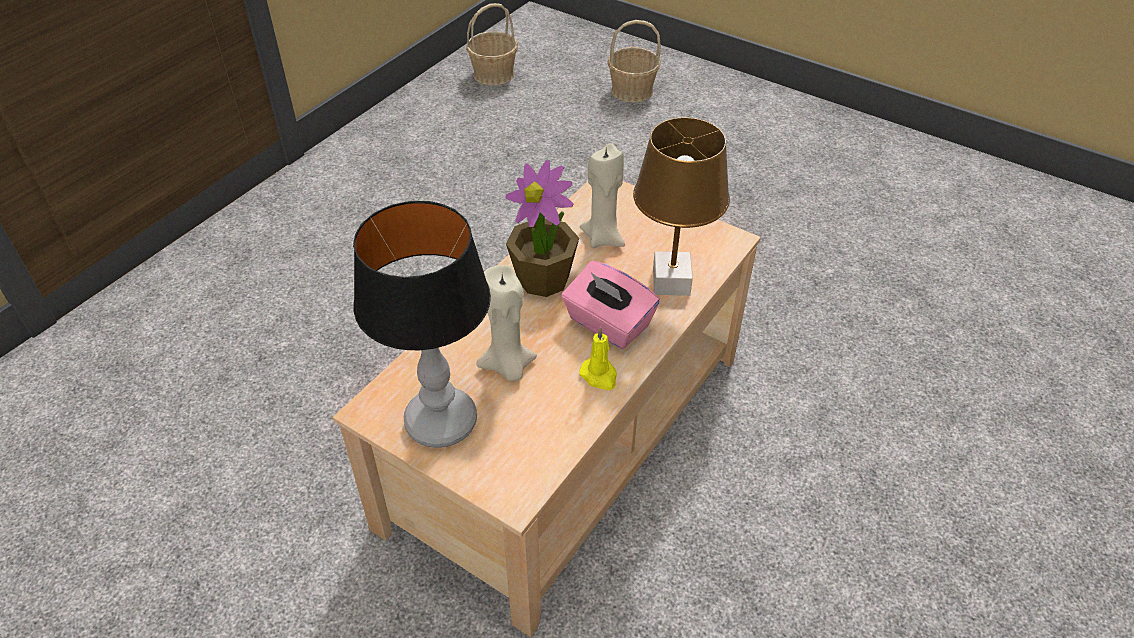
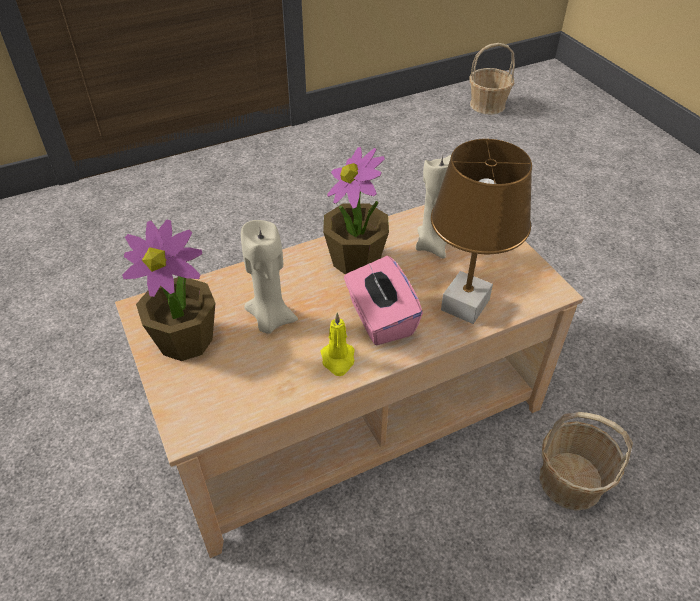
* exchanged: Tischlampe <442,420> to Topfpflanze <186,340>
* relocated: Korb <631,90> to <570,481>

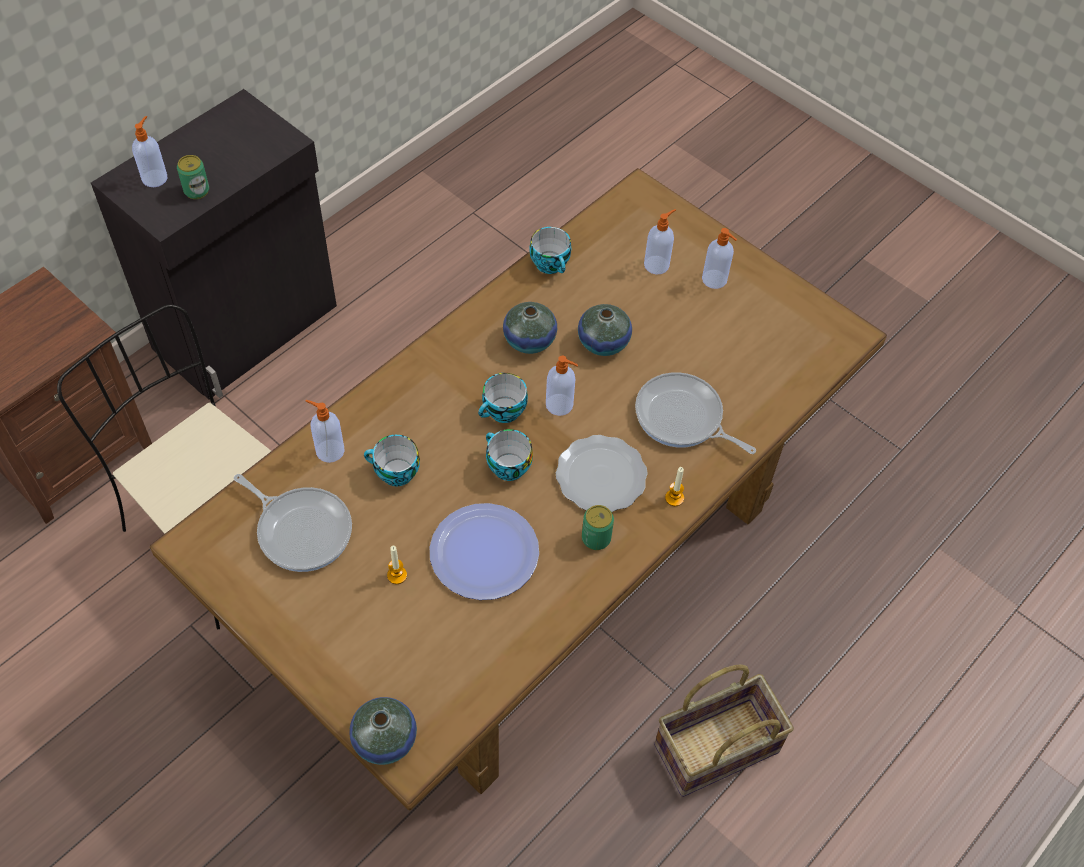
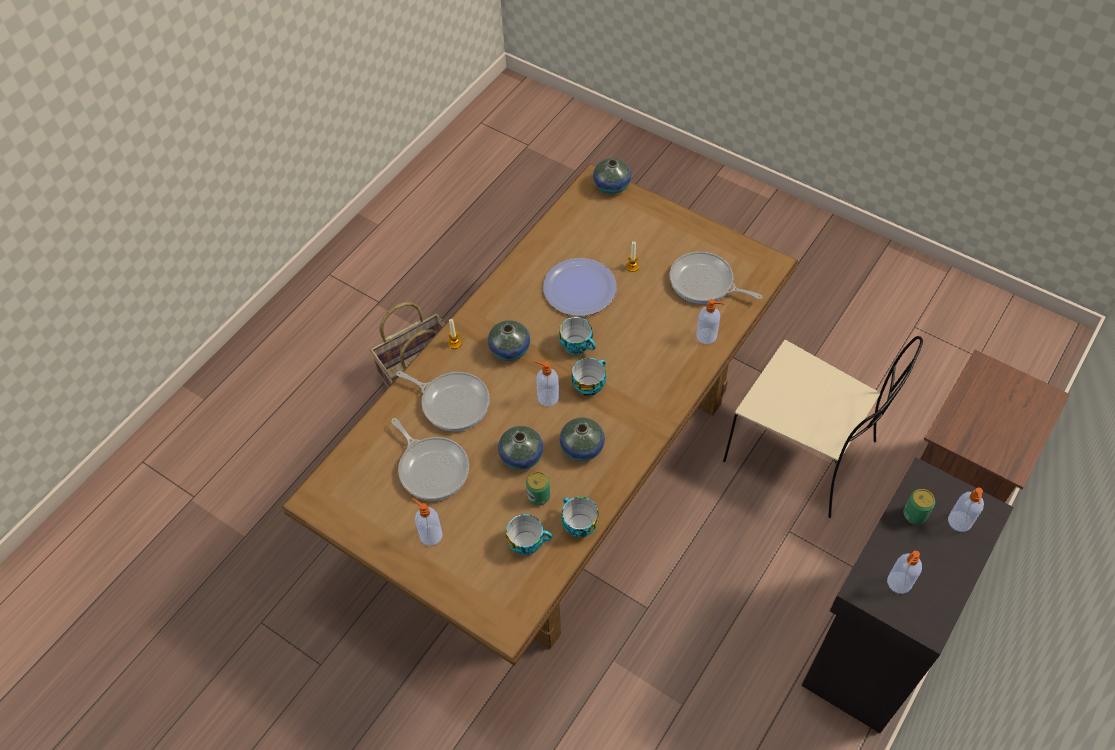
* appeared: Pfanne <432,468>
* exchanged: Teller <599,476> to Vase <510,349>
* relocated: Tasse <394,473> to <528,542>
* relocated: Dose <596,538> to <538,496>
* relocated: Seifenspender <657,264> to <898,583>

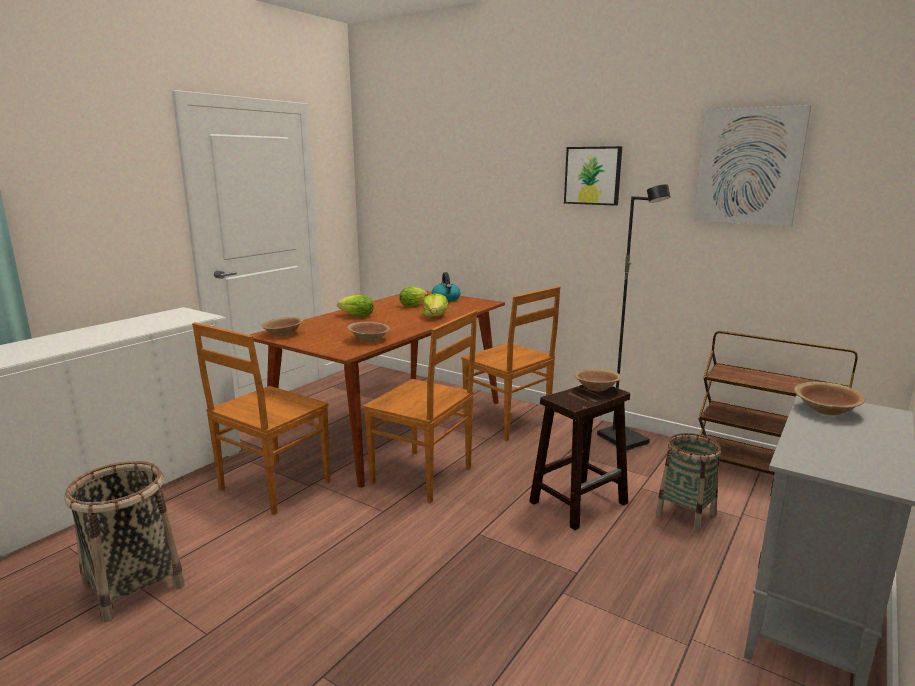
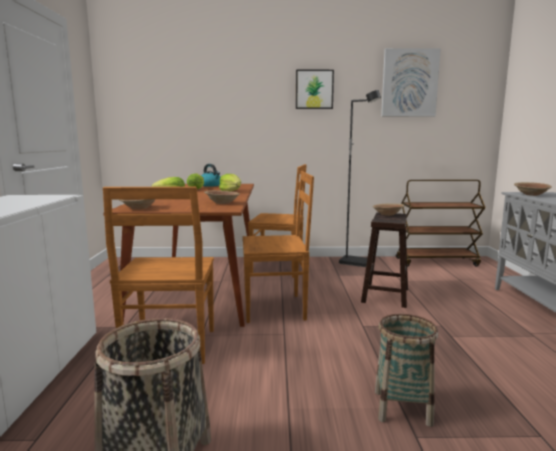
* relocated: Korb <685,514> to <402,408>

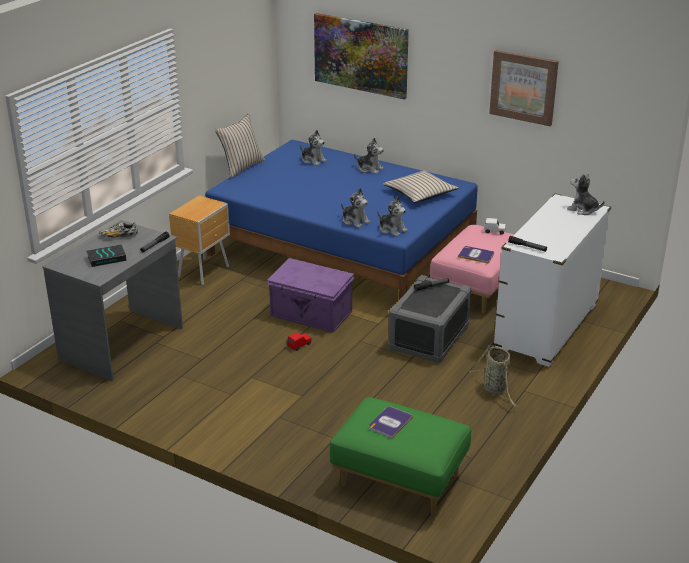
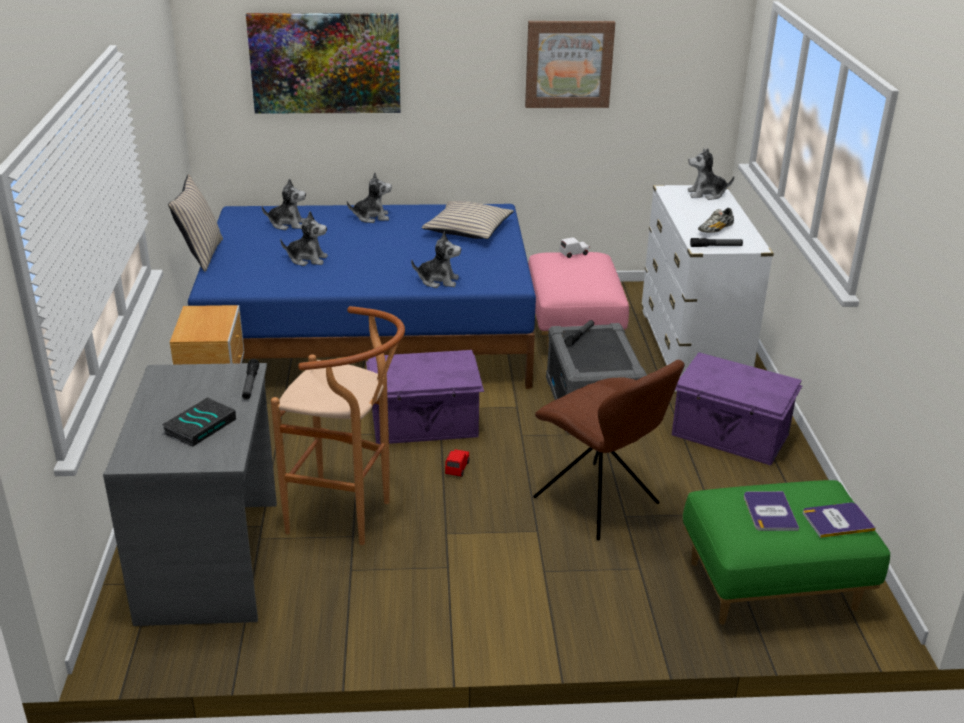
* appeared: Hocker/braun <349,517>
* relocated: Plüschtier <392,230> to <307,259>
* appeared: Stuhl/braun <599,503>
* exchanged: Korb <495,390> to Aufbewahrungsbox/lila <730,435>
* relocated: Schuh <119,236> to <715,230>
* relocated: Buch <476,255> to <837,521>

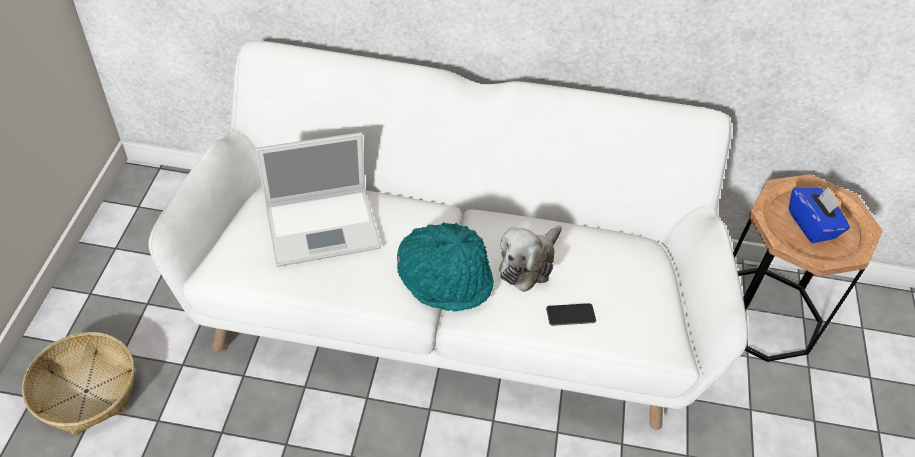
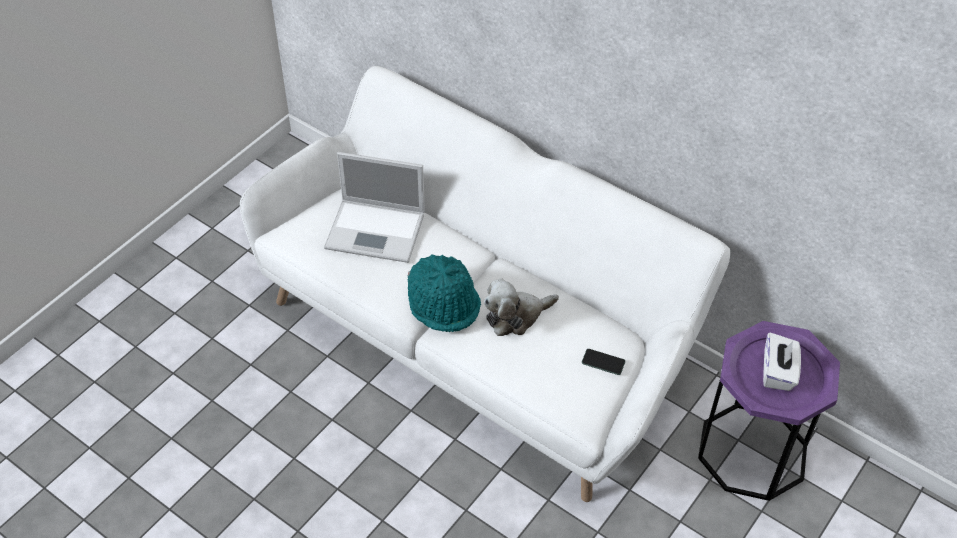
* relocated: Handy <570,315> to <603,362>
* colour: Beistelltisch/braun <763,313> to Beistelltisch/lila <752,451>
* colour: Taschentuchbox/blau <812,225> to Taschentuchbox/weiß <778,372>
* missing: Korb <86,391>

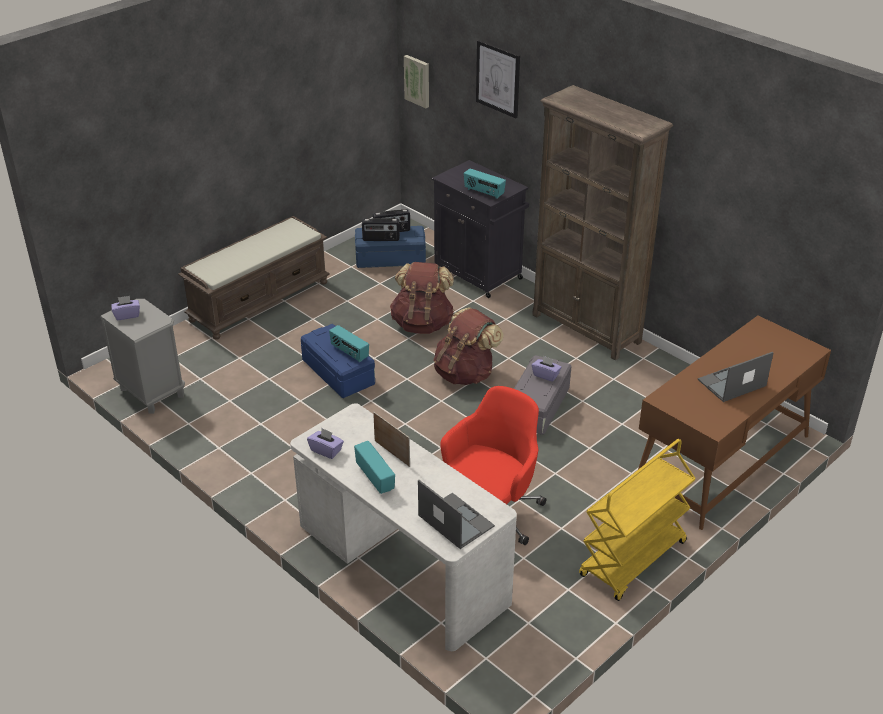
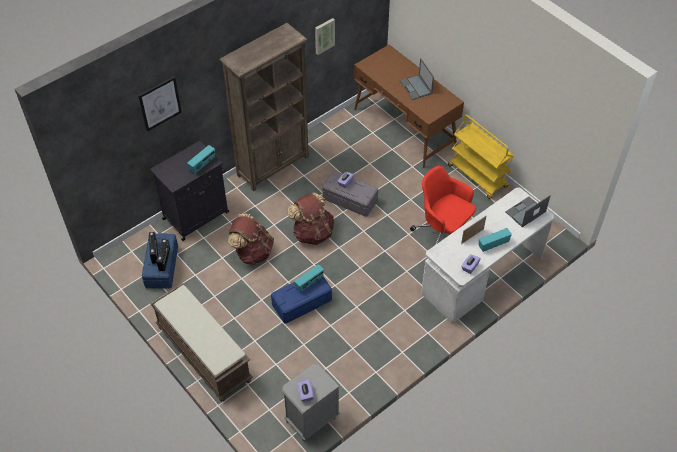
* relocated: Bild <418,81> to <324,35>

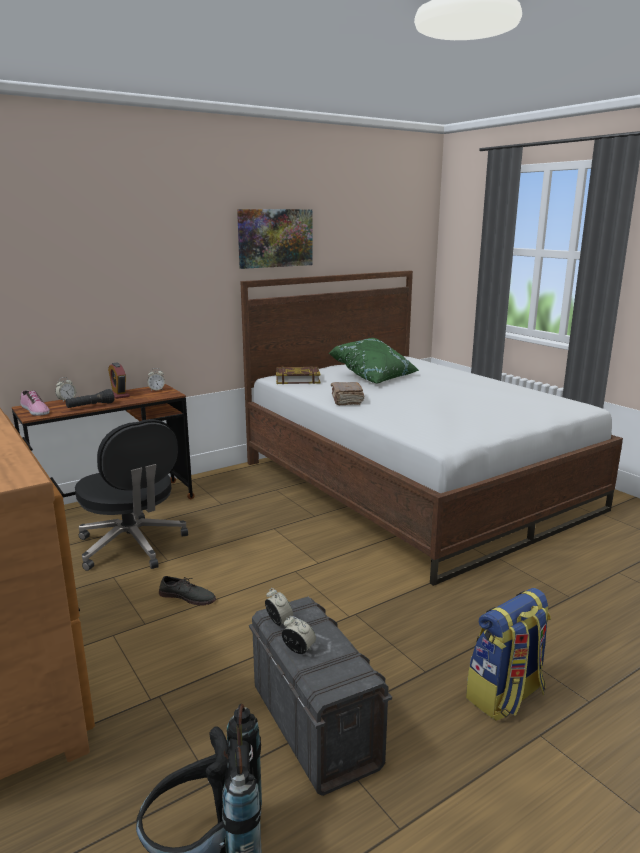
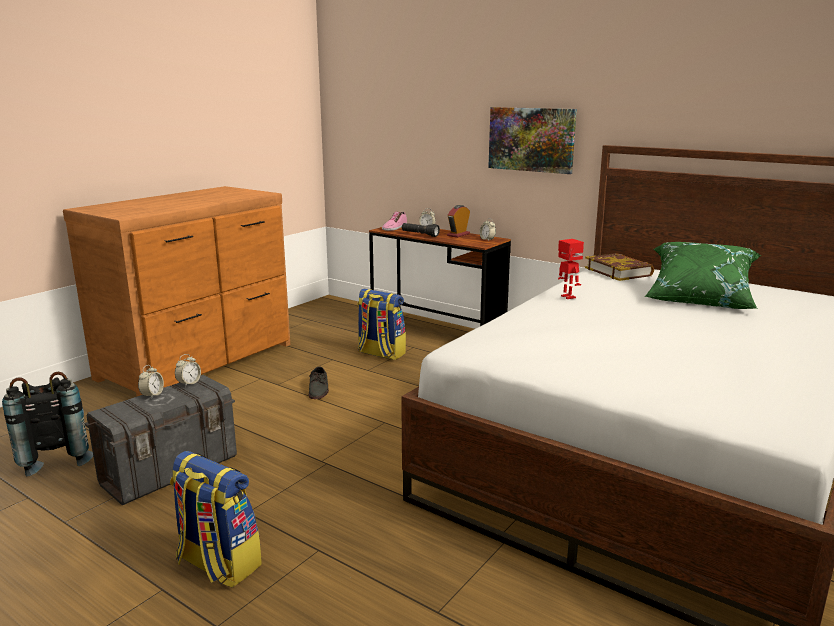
* exchanged: Bürostuhl/schwarz <132,546> to Rucksack <380,353>
* relocated: Bild <275,238> to <531,139>
* exchanged: Buch/braun <346,400> to Spielzeugroboter <567,297>

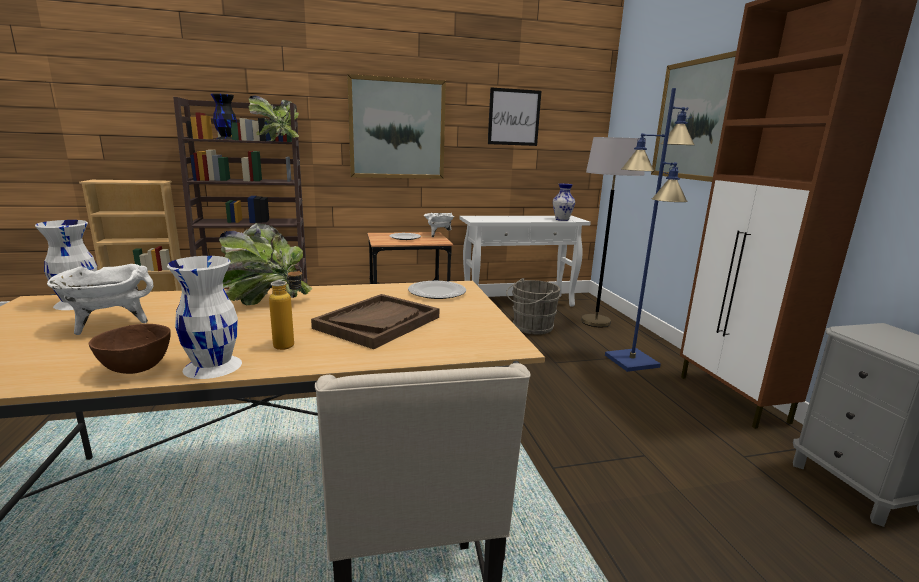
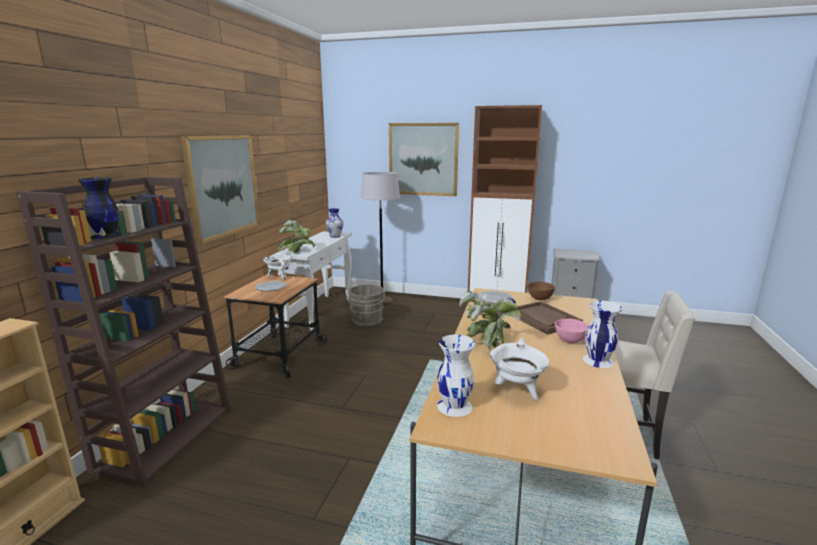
* relocated: Topfpflanze <277,141> to <297,251>
* relocated: Schüssel/braun <136,369> to <540,299>
* exchanged: Flasche <291,343> to Schüssel/rosa <569,341>
* missing: Bild <514,117>
* missing: Stehlampe/blau <632,361>

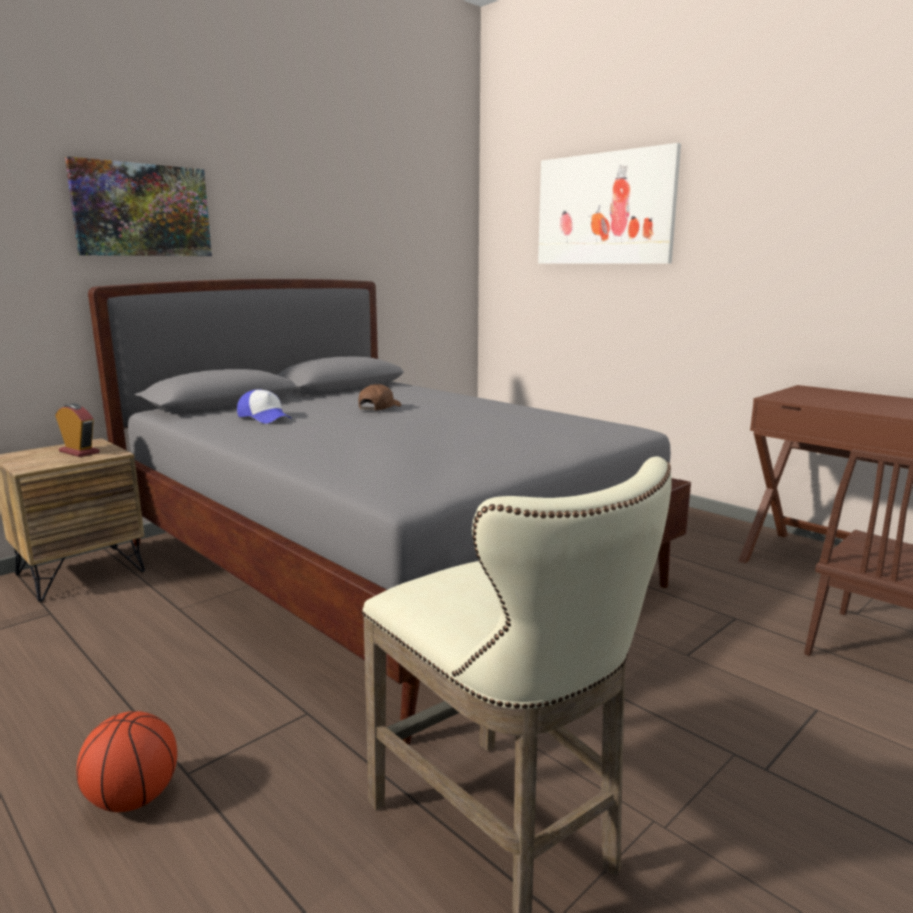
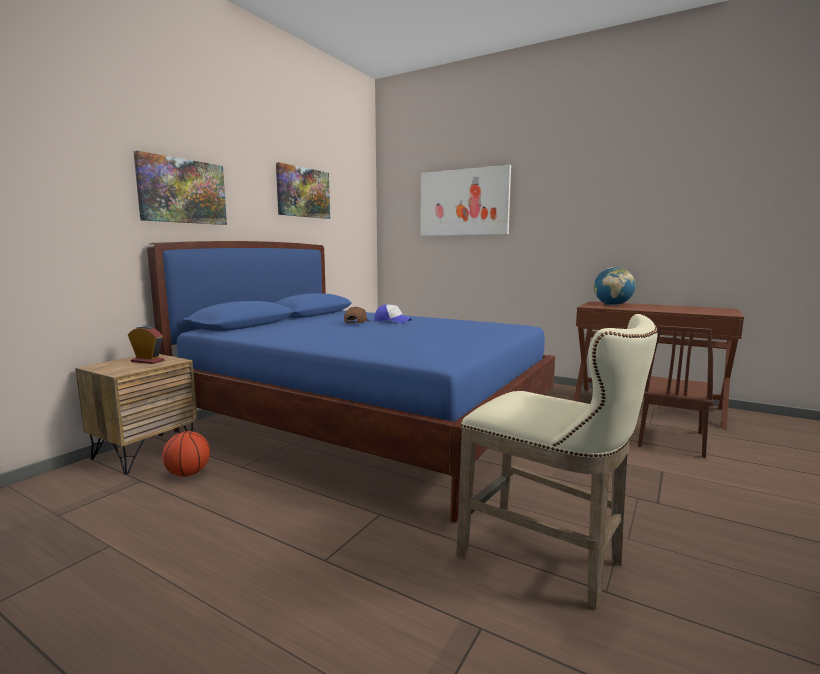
* colour: Bett/grau <383,564> to Bett/blau <365,425>
* relocated: Basketball <134,798> to <188,474>
* appeared: Bild <303,192>
* relocated: Kappe <265,418> to <392,321>
* appeared: Globus <612,305>

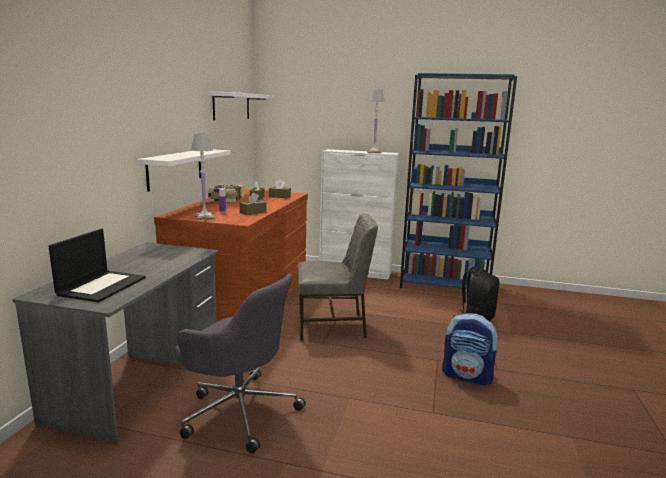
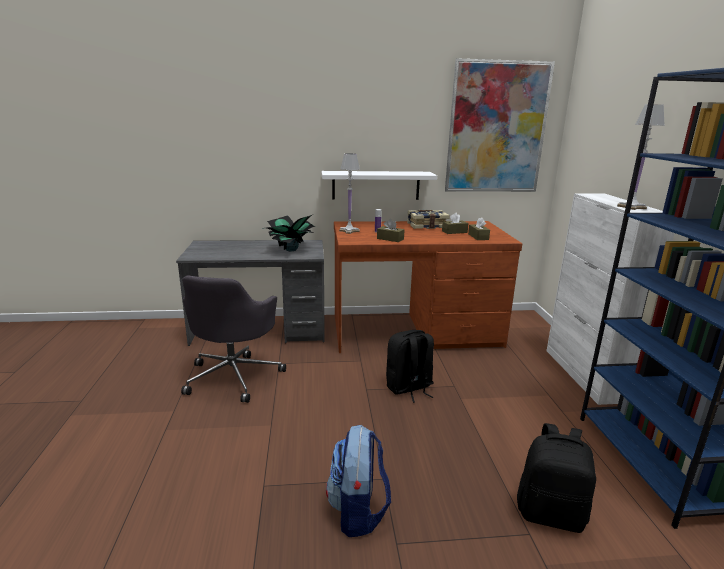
* appeared: Topfpflanze <290,250>
* exchanged: Stuhl/grau <333,326> to Rucksack/schwarz <409,388>
* exchanged: Wandregal/weiß <231,106> to Bild <497,128>
* missing: Laptop <102,286>

